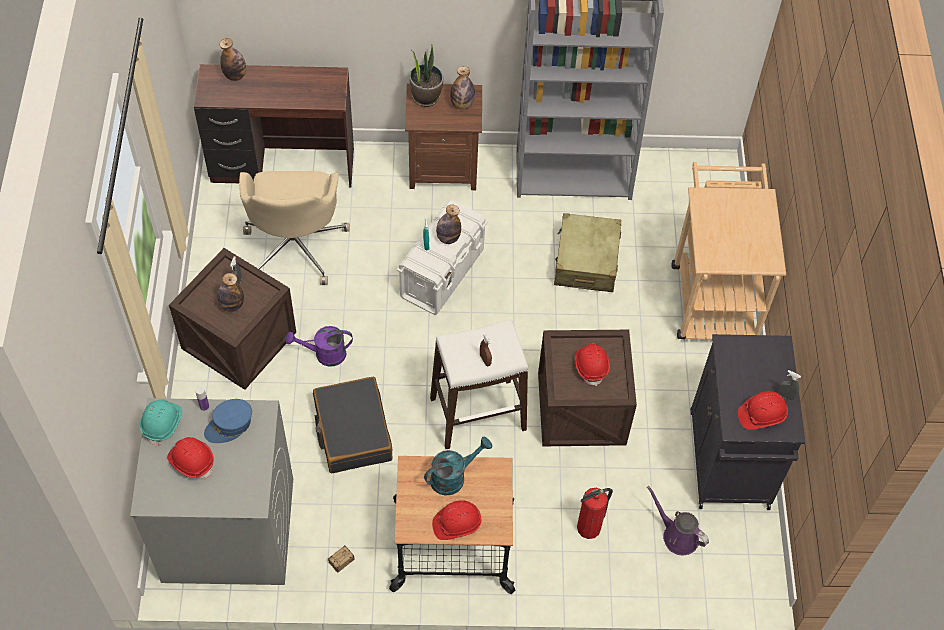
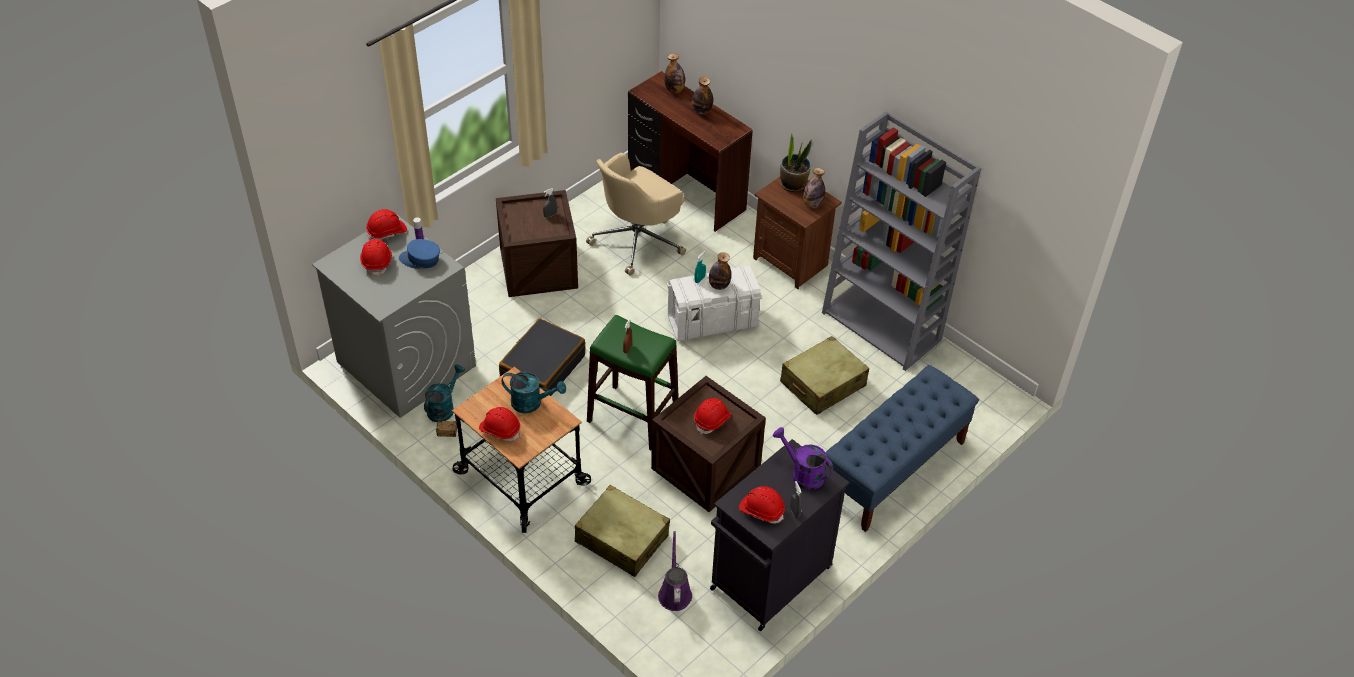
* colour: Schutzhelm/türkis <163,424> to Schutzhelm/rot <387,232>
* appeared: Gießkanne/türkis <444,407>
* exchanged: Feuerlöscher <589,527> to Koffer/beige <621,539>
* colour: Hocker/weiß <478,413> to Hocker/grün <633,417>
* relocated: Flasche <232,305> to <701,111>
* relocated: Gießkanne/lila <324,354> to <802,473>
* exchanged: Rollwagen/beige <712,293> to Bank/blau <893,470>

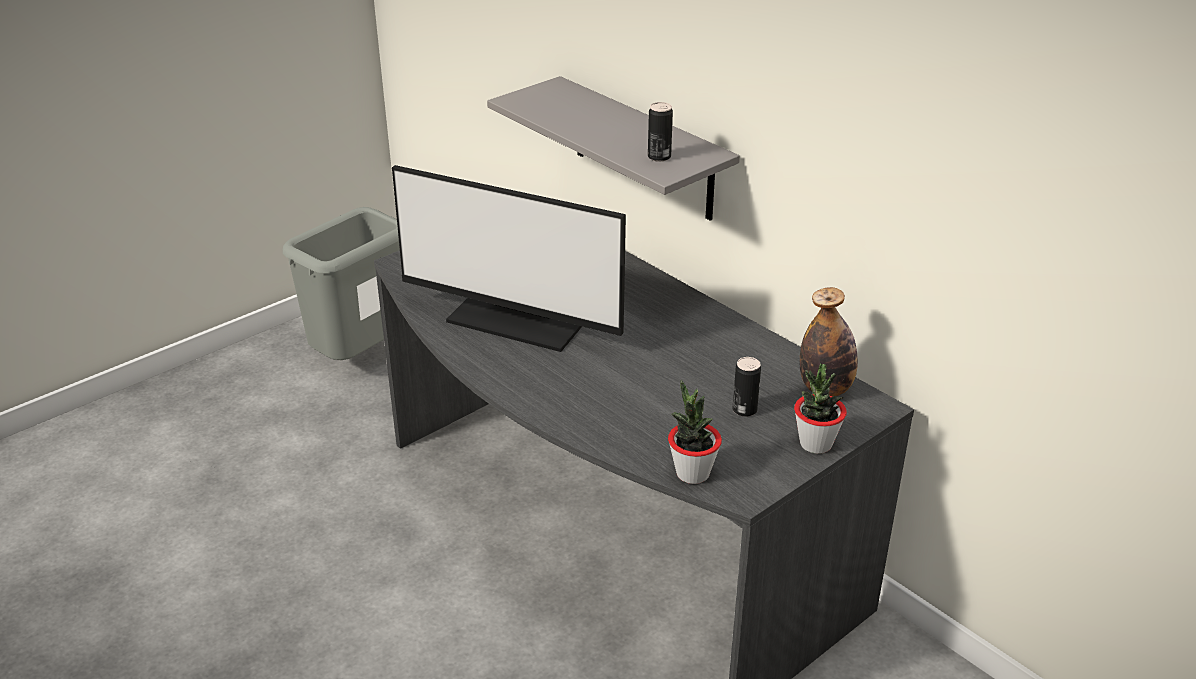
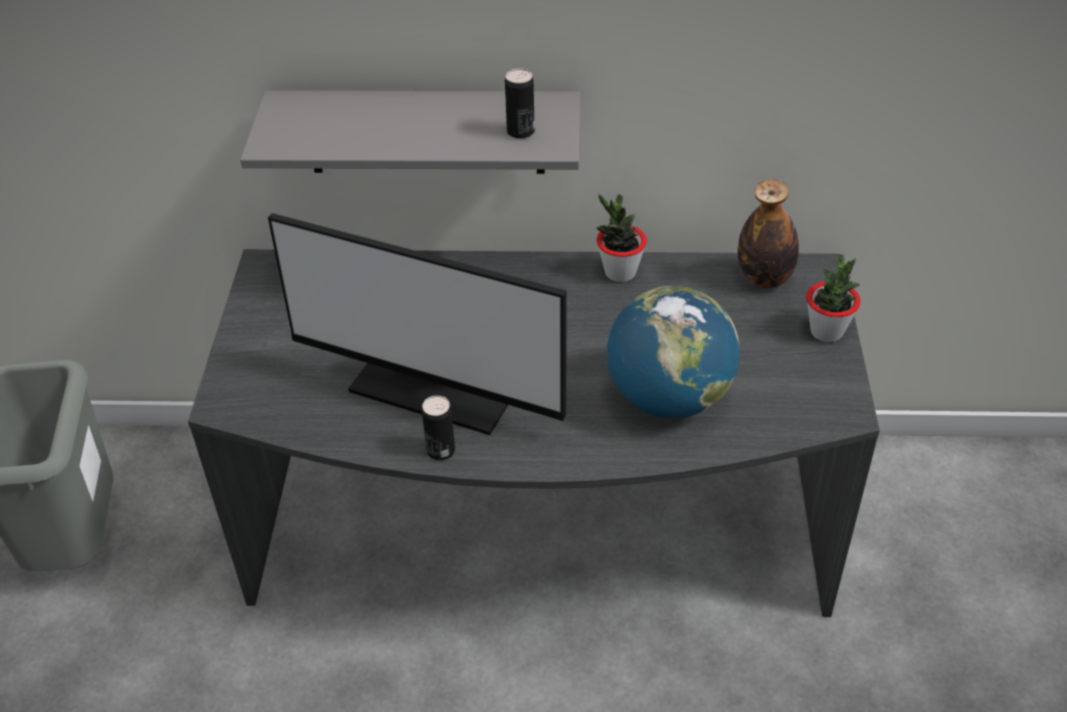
* spun: Monitor <518,319> = <437,385> 45 degrees clockwise
* relocated: Dose <744,410> to <441,450>
* relocated: Topfpflanze <692,473> to <620,272>
* appeared: Globus <668,398>

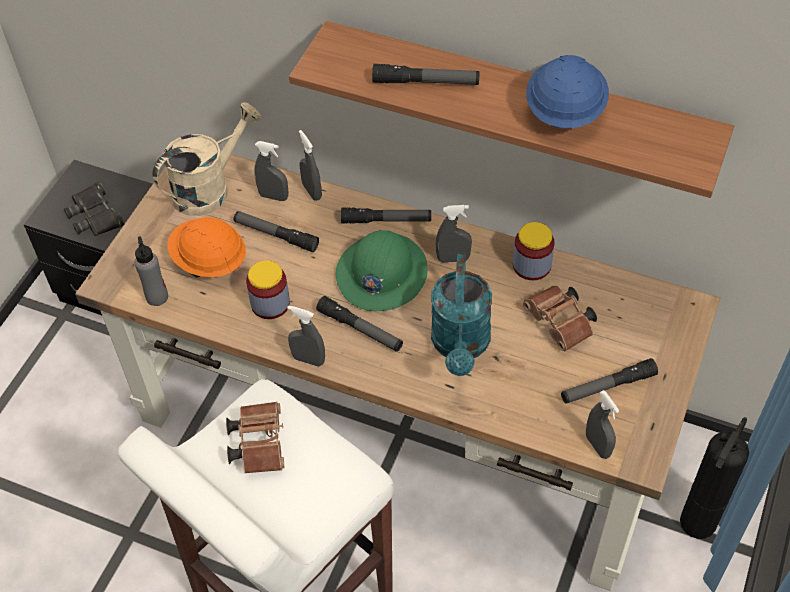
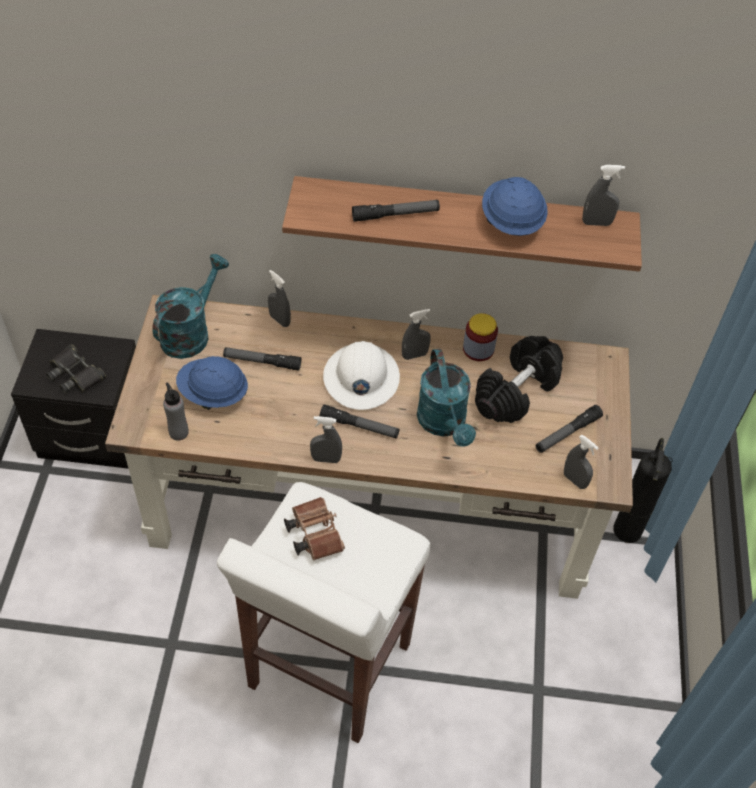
* colour: Gießkanne/beige <209,188> to Gießkanne/türkis <190,332>
* colour: Schutzhelm/orange <209,261> to Schutzhelm/blau <213,394>
* colour: Schutzhelm/grün <381,273> to Schutzhelm/weiß <361,378>
* exchanged: Fernglas/braun <561,325> to Hantel/schwarz <516,392>
* relocated: Sprühflasche/grau <273,196> to <596,223>
* missing: Vorratsglas <270,303>
* missing: Taschenlampe <386,220>

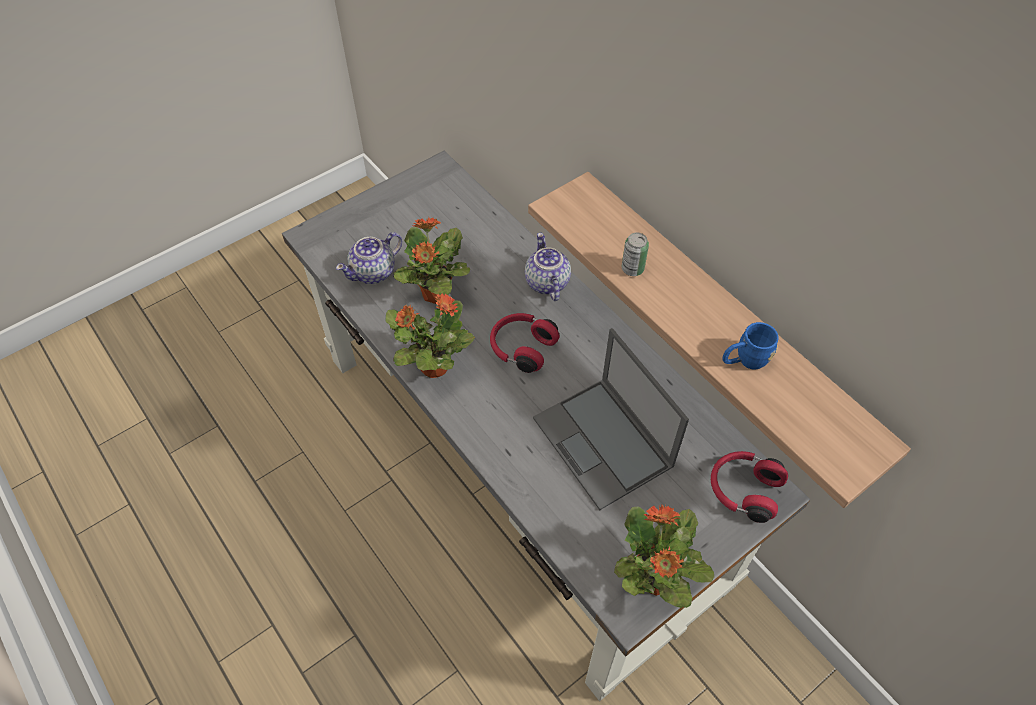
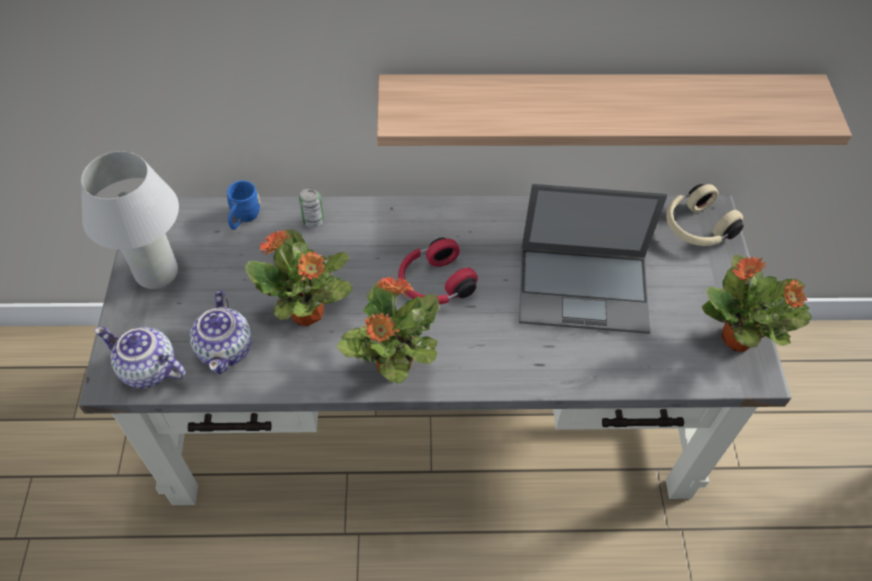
* appeared: Tischlampe/weiß <157,273>
* relocated: Teekanne <546,282> to <147,370>
* relocated: Henkelbecher/blau <744,360> to <243,218>
* relocated: Dose <632,269> to <313,221>
* colour: Kopfhörer/rot <743,490> to Kopfhörer/beige <696,228>

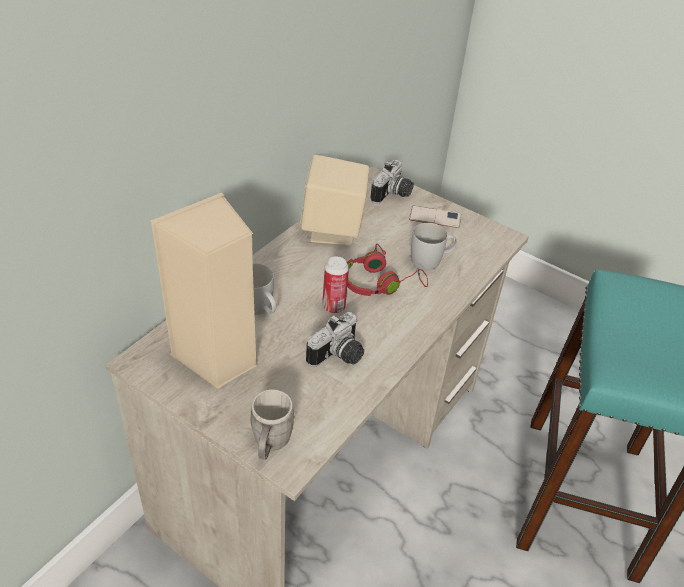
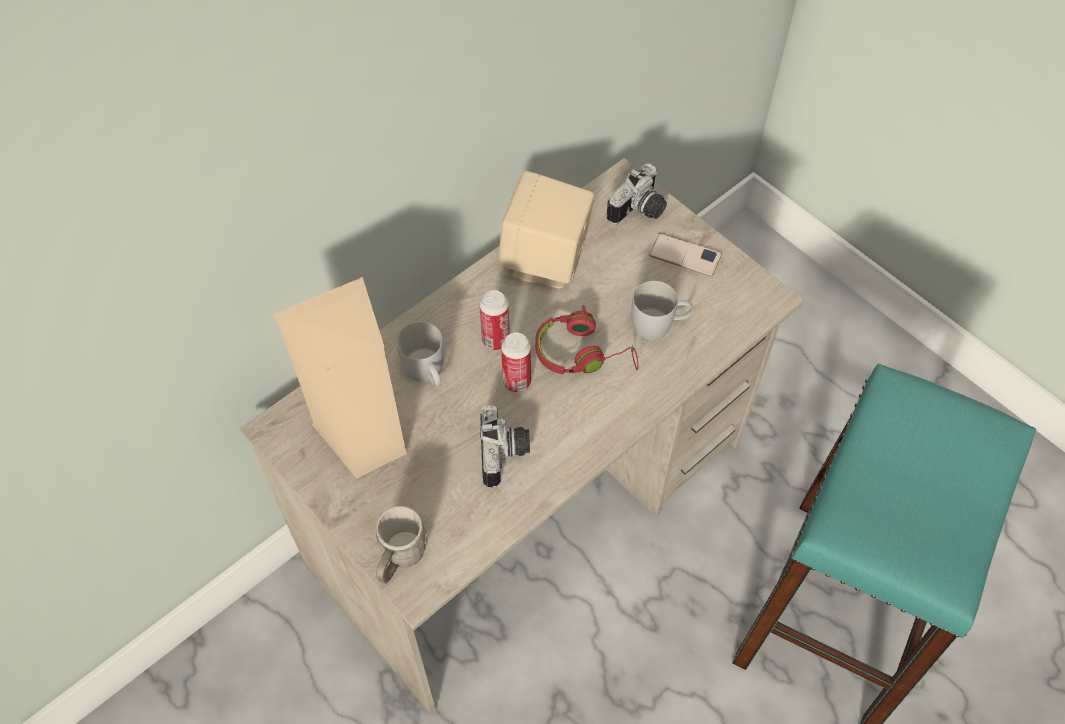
* appeared: Dose <495,340>
* spun: Kamera <339,356> = <505,454> 60 degrees counterclockwise

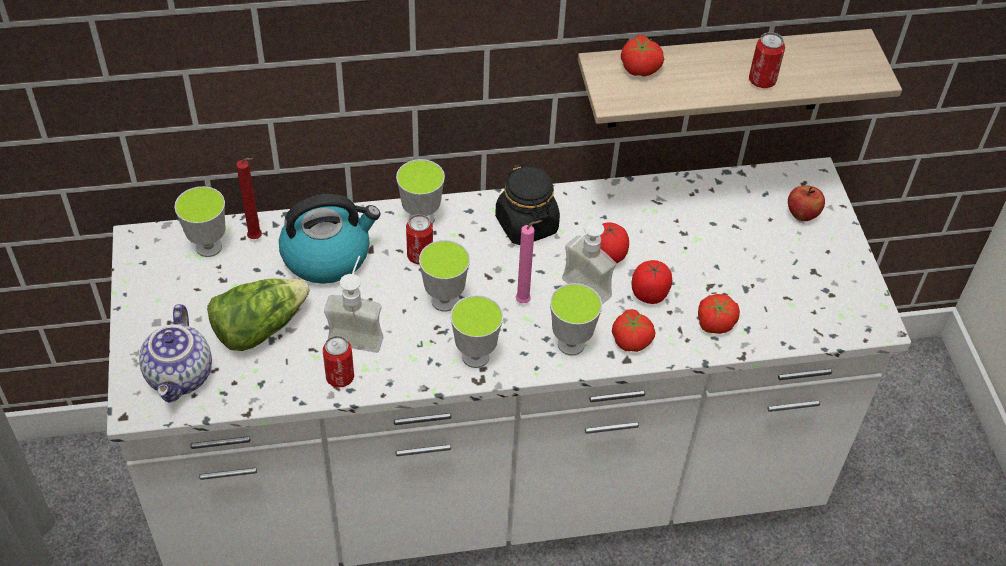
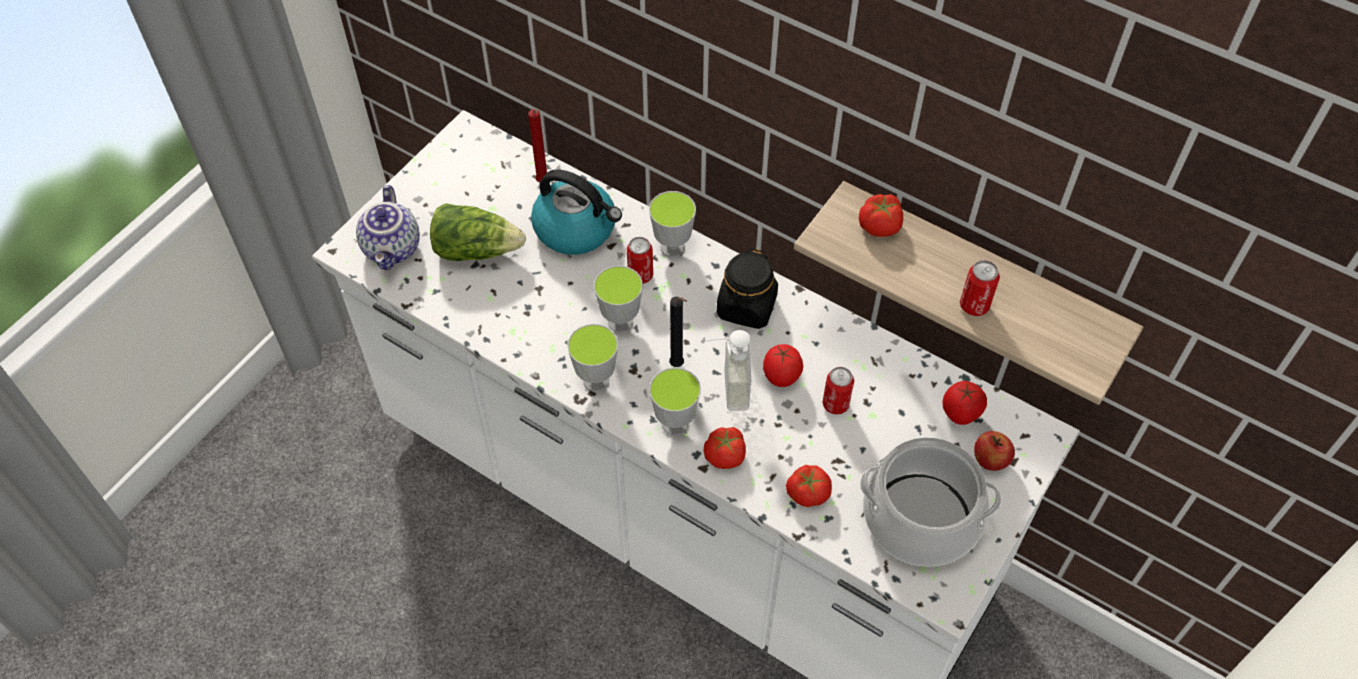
* spun: Teekanne <181,376> = <393,249> 45 degrees counterclockwise
* colour: Kerze/rosa <525,301> to Kerze/schwarz <678,366>
* relocated: Dose <340,377> to <835,404>
* appeared: Kochtopf <920,520>
* relocated: Tomate <649,294> to <961,413>
* missing: Tasse <209,247>
* missing: Seifenspender <358,332>

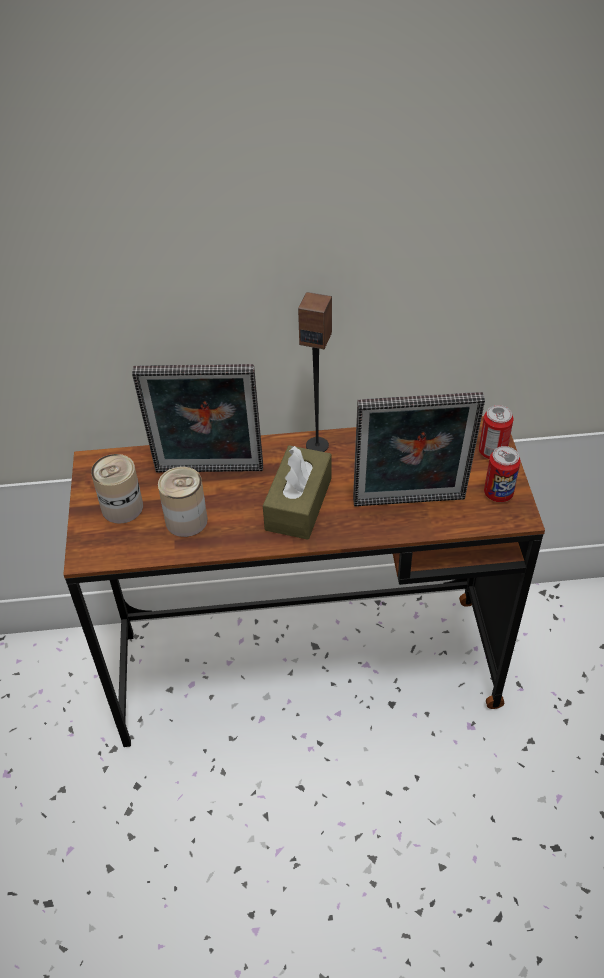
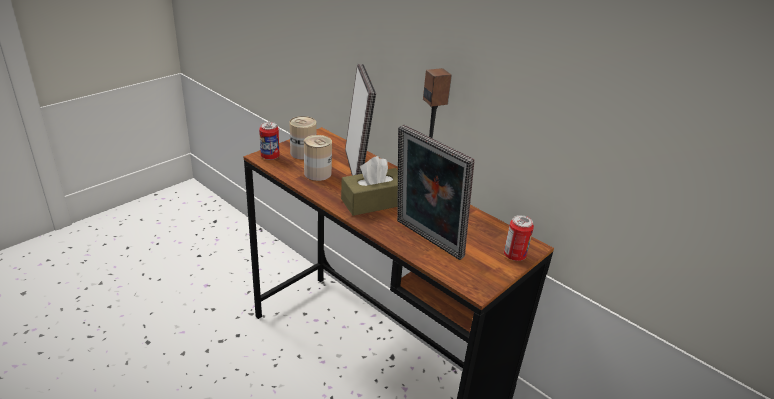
* relocated: Dose <498,493> to <270,157>
* spun: Bilderrahmen <209,473> = <357,166> 150 degrees counterclockwise

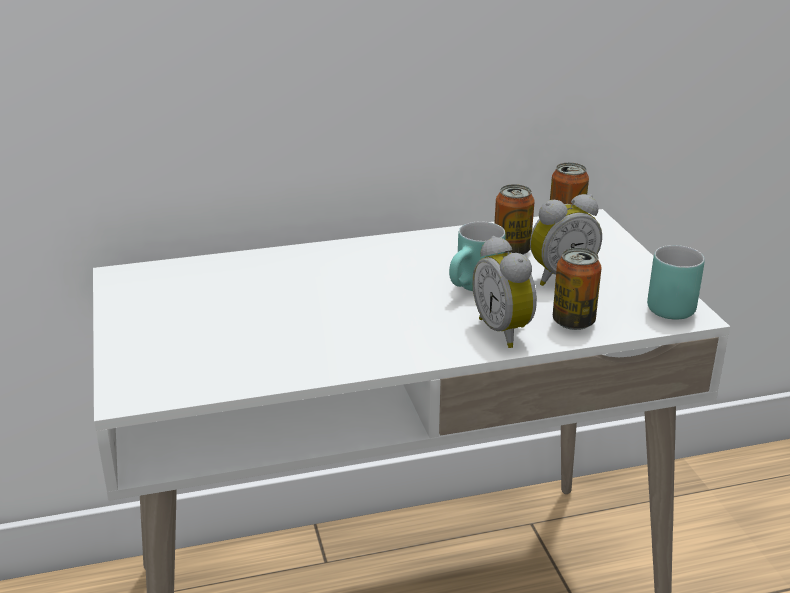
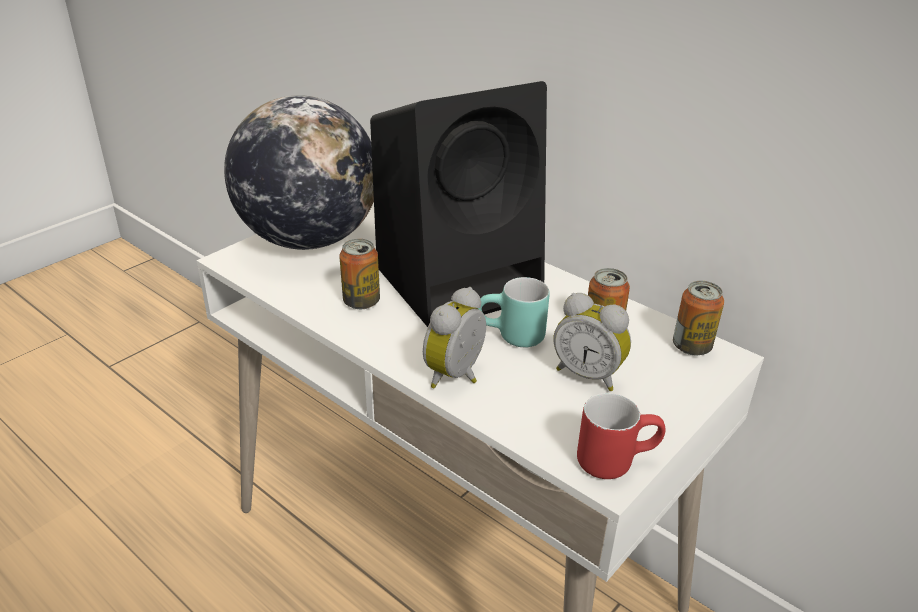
* appeared: Globus <308,239>
* relocated: Dose <573,322> to <361,301>
* appeared: Lautsprecher/schwarz <461,280>
* colour: Henkelbecher/türkis <670,304> to Henkelbecher/rot <615,459>

